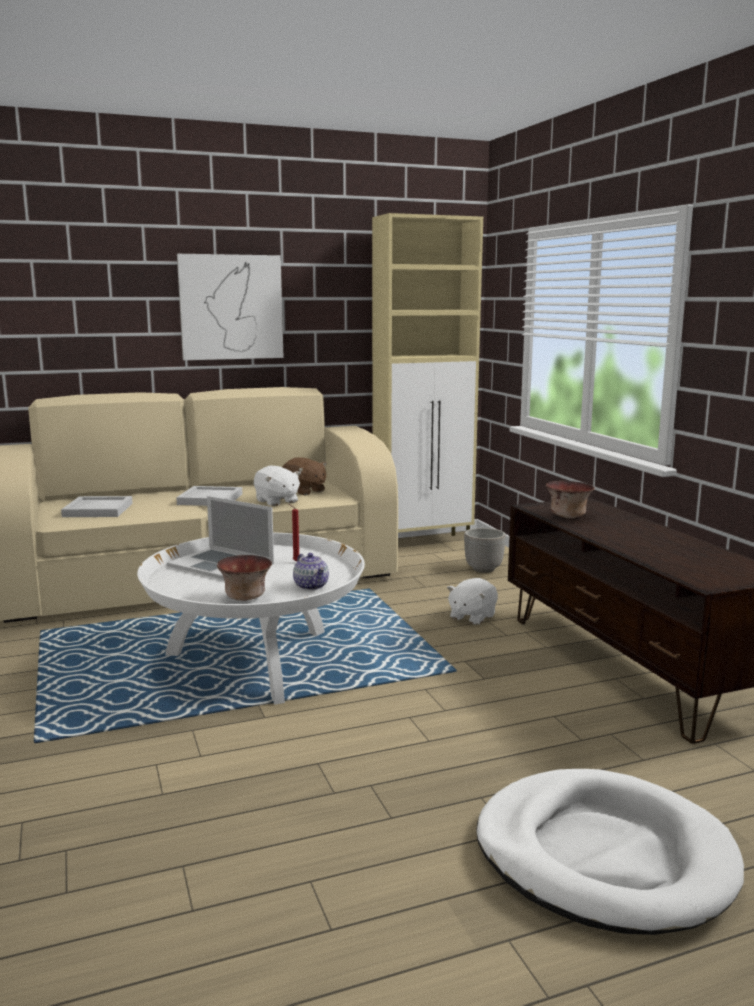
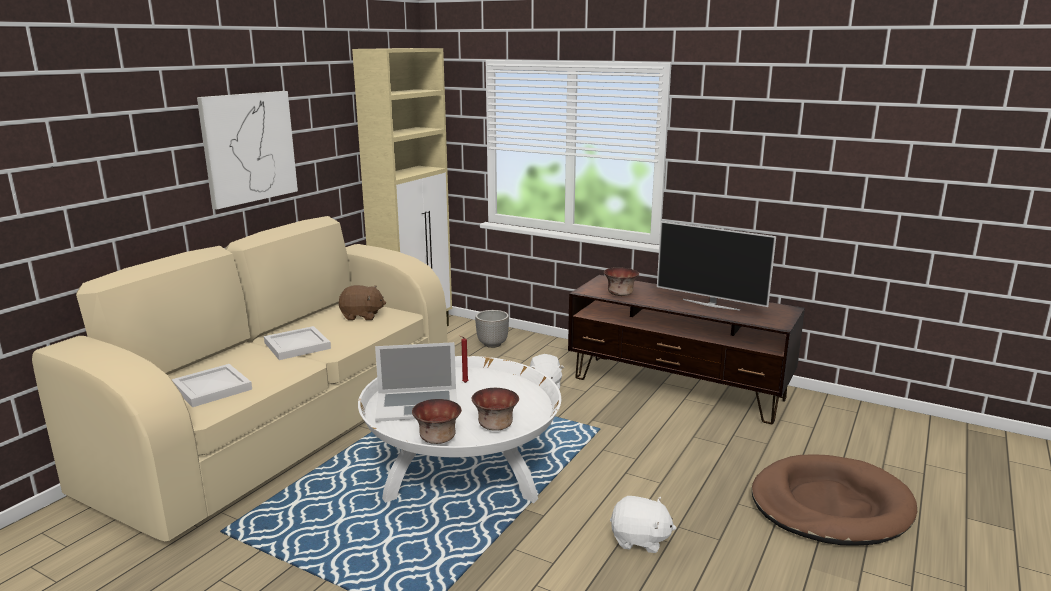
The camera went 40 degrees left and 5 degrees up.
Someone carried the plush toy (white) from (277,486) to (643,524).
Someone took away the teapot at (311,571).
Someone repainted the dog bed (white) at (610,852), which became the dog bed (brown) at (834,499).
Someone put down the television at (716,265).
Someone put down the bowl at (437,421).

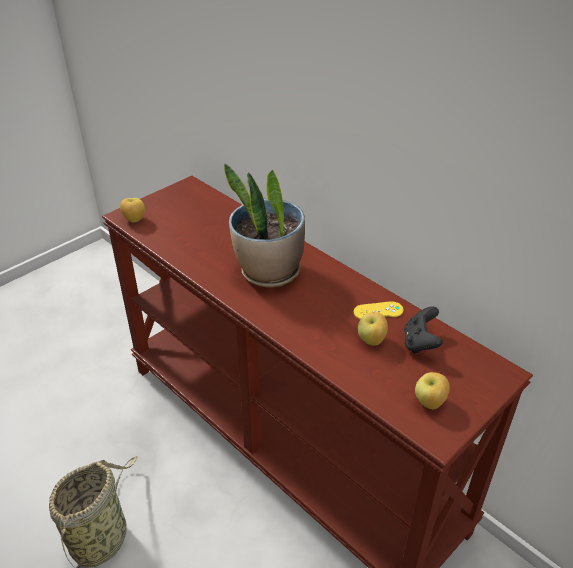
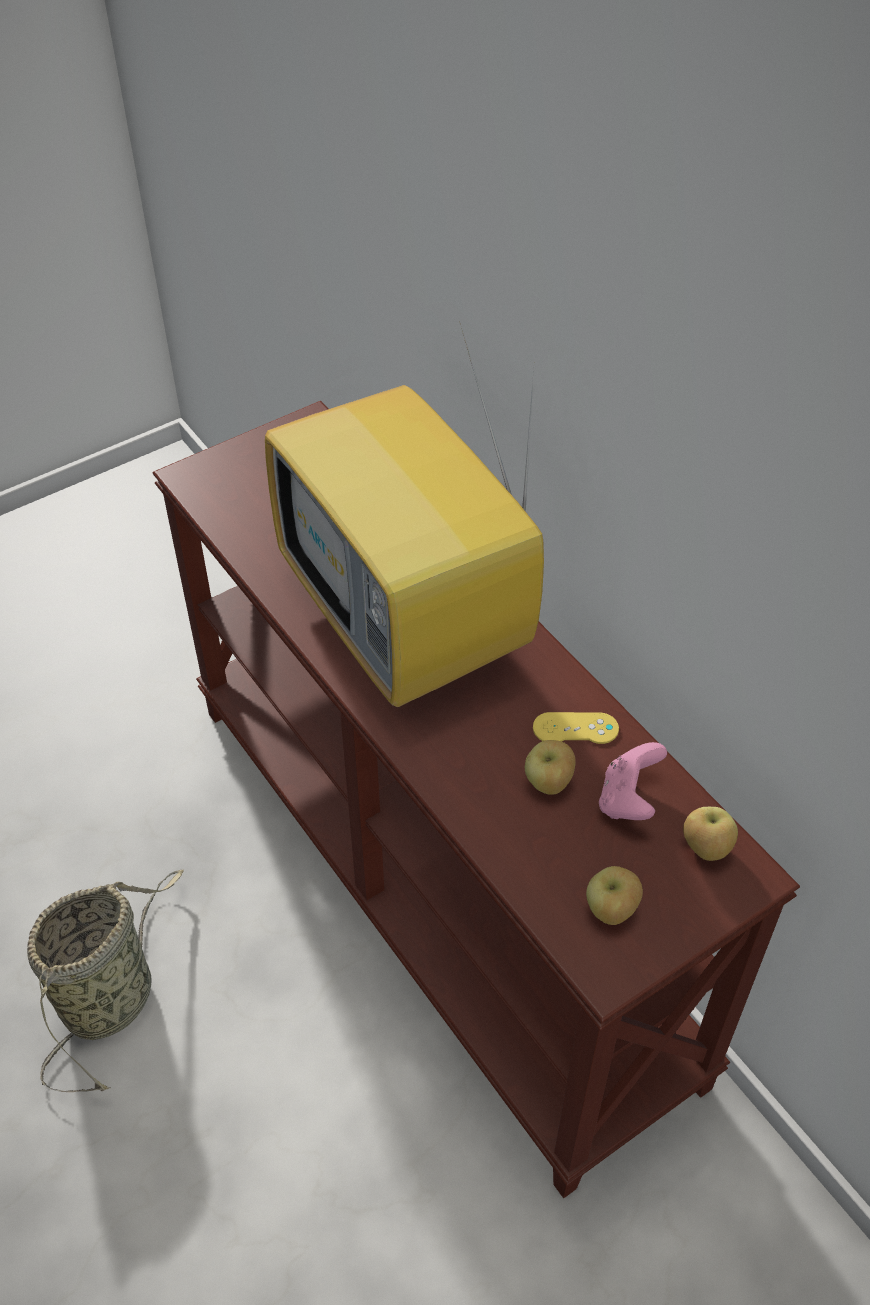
The camera went 10 degrees right and 10 degrees up.
Someone swapped the potted plant at (264,226) for the television at (404,515).
Someone carried the apple from (132,210) to (710,834).
Someone repainted the game controller (black) at (423,330), which became the game controller (pink) at (633,781).

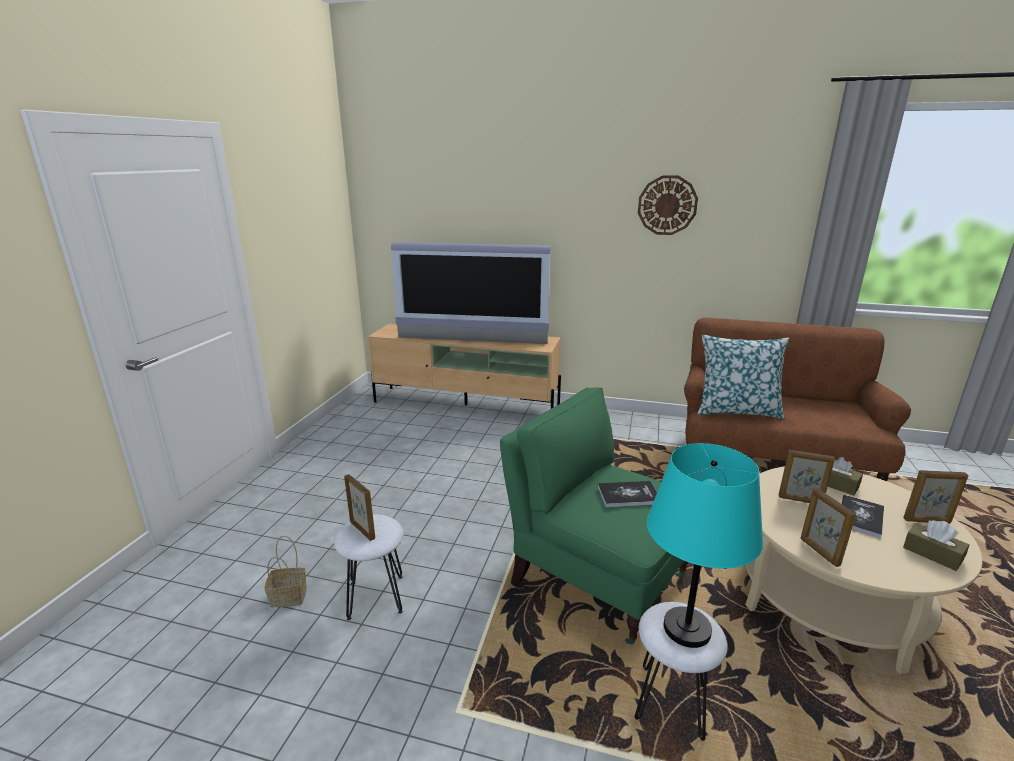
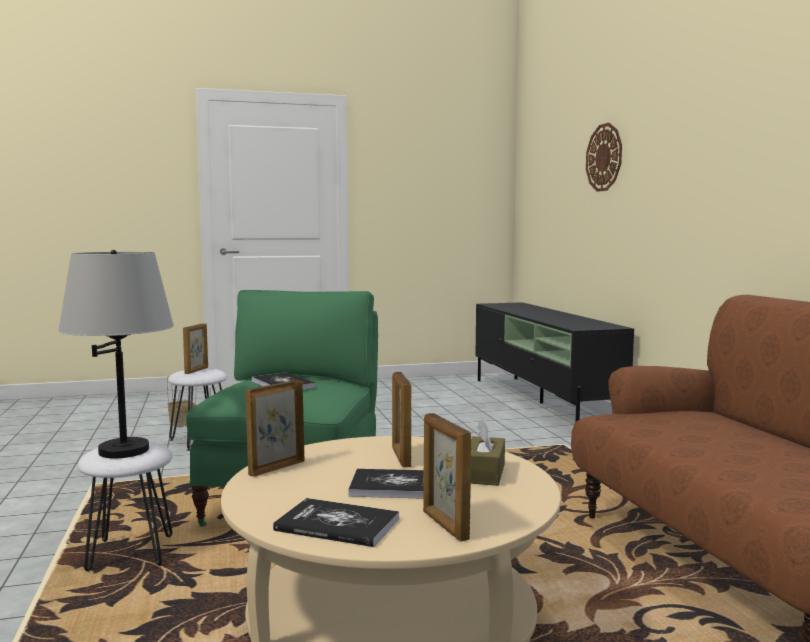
The camera went 60 degrees right and 15 degrees down.
Someone carried the wall clock from (668,205) to (604,157).
Someone took away the television at (470,293).
Someone repainted the tv stand (beige) at (464,366), which became the tv stand (black) at (554,362).
Someone took away the pillow at (743,377).
Someone repainted the table lamp (turquoise) at (705,545), which became the table lamp (grey) at (116,354).
Someone swapped the tissue box (brown) at (936,545) for the book at (336,522).

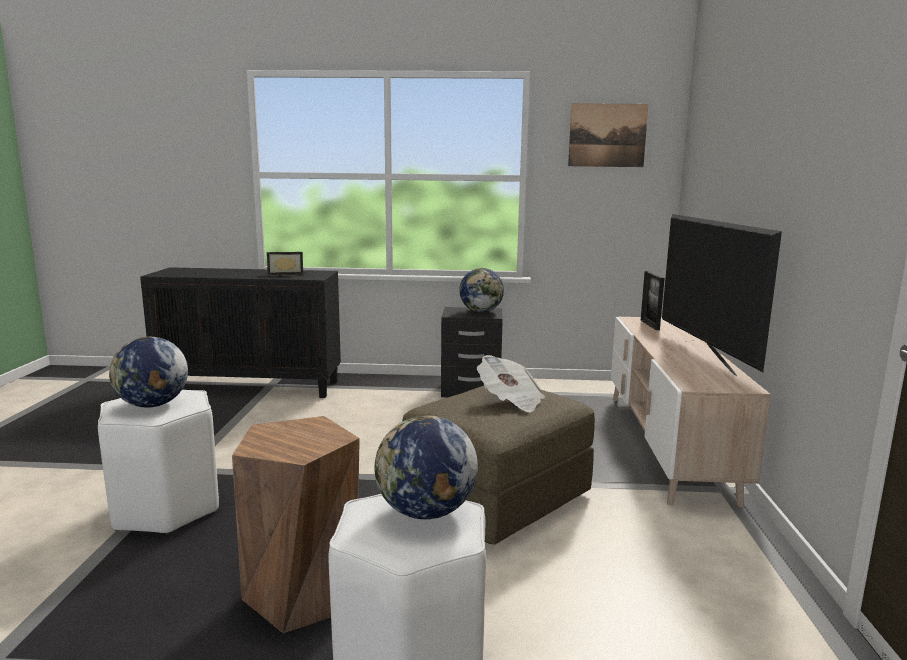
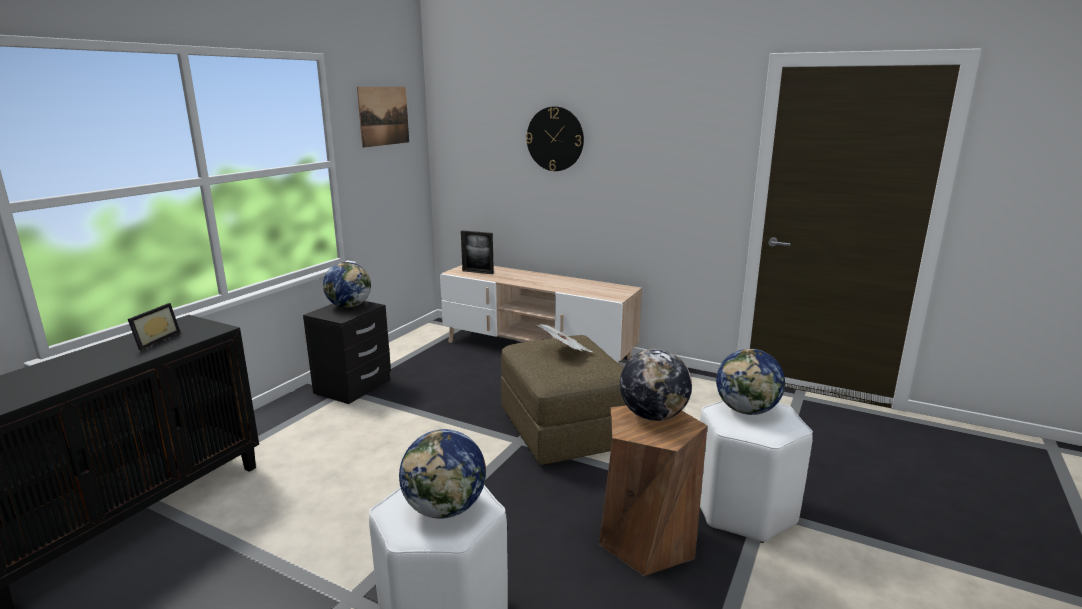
The camera went 65 degrees left and 5 degrees up.
Someone took away the television at (722,295).
Someone put up the wall clock at (555,138).
Someone put down the globe at (656,385).

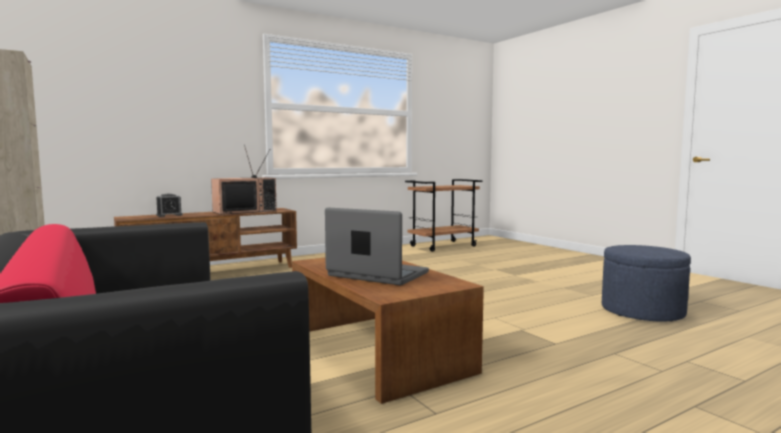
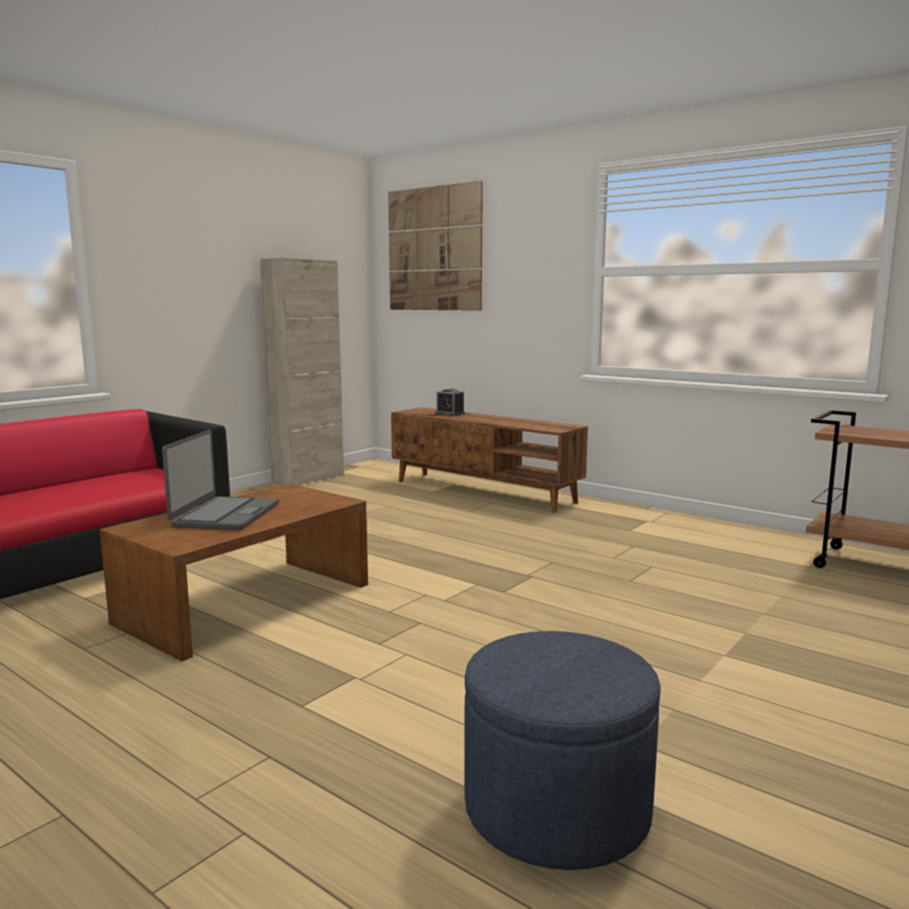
The camera went 70 degrees right and 5 degrees up.
Someone took away the television at (244,180).
Someone put up the picture at (435,246).

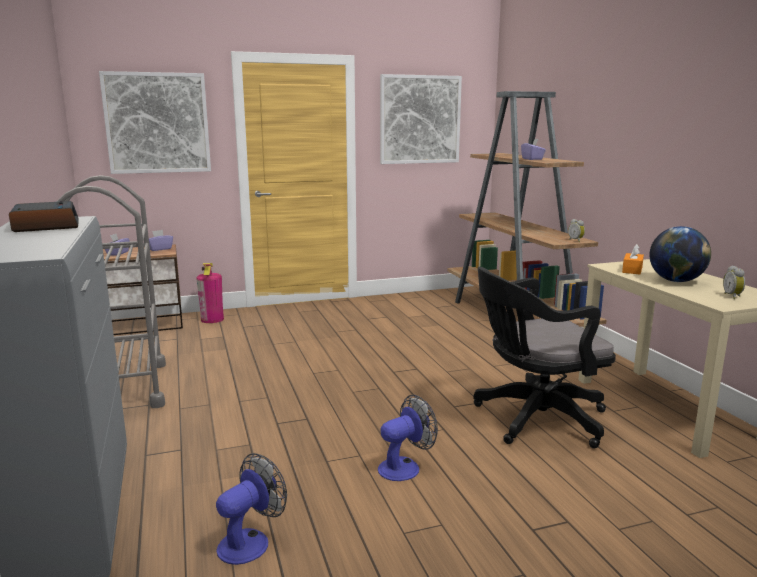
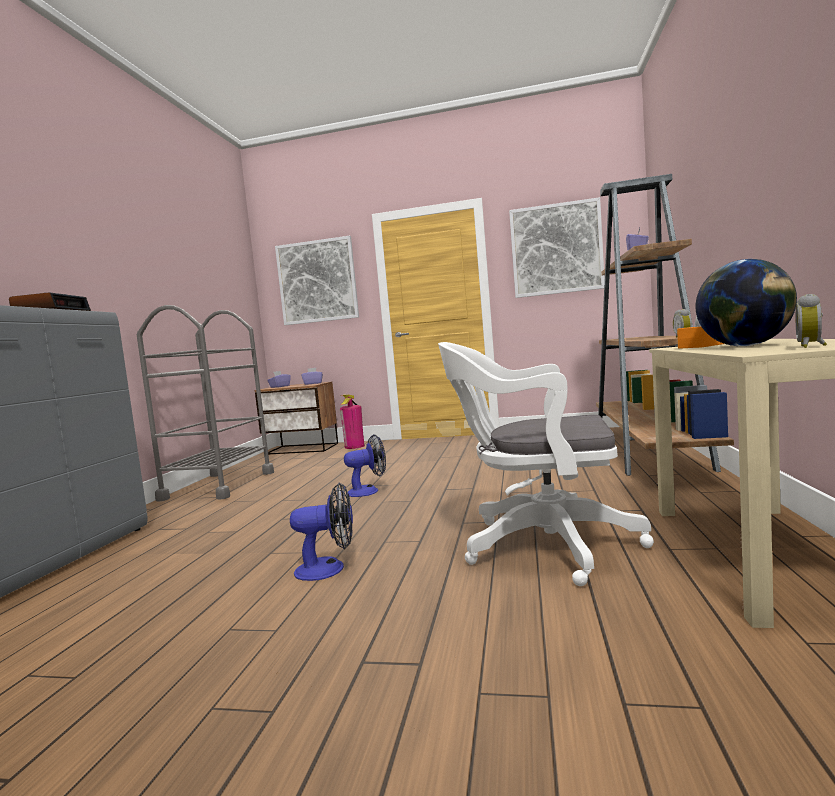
The camera went 30 degrees right and 10 degrees down.
Someone repainted the office chair (black) at (544,358), which became the office chair (white) at (546,464).
Someone carried the fan from (251,509) to (365,465).

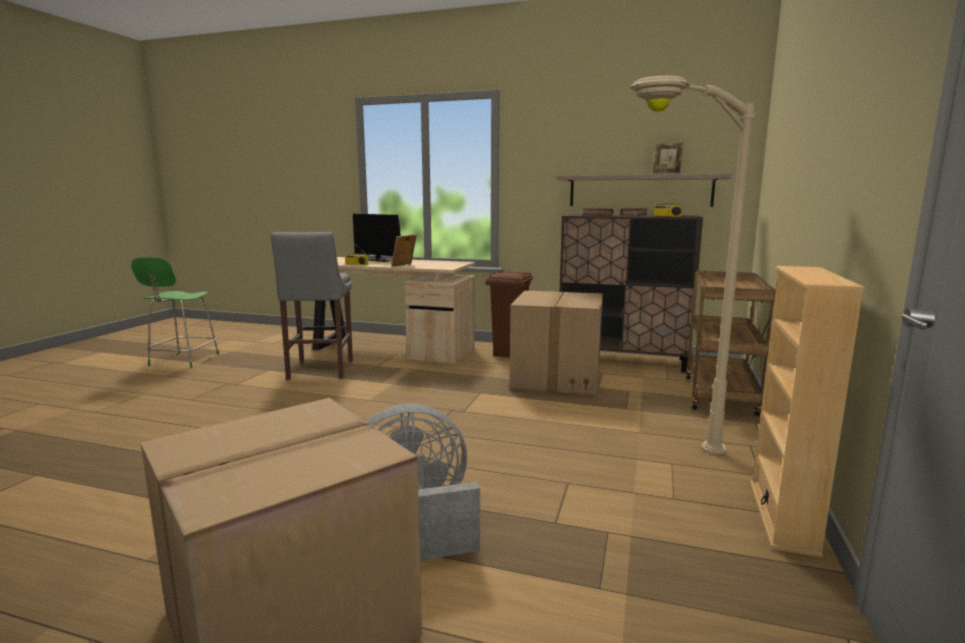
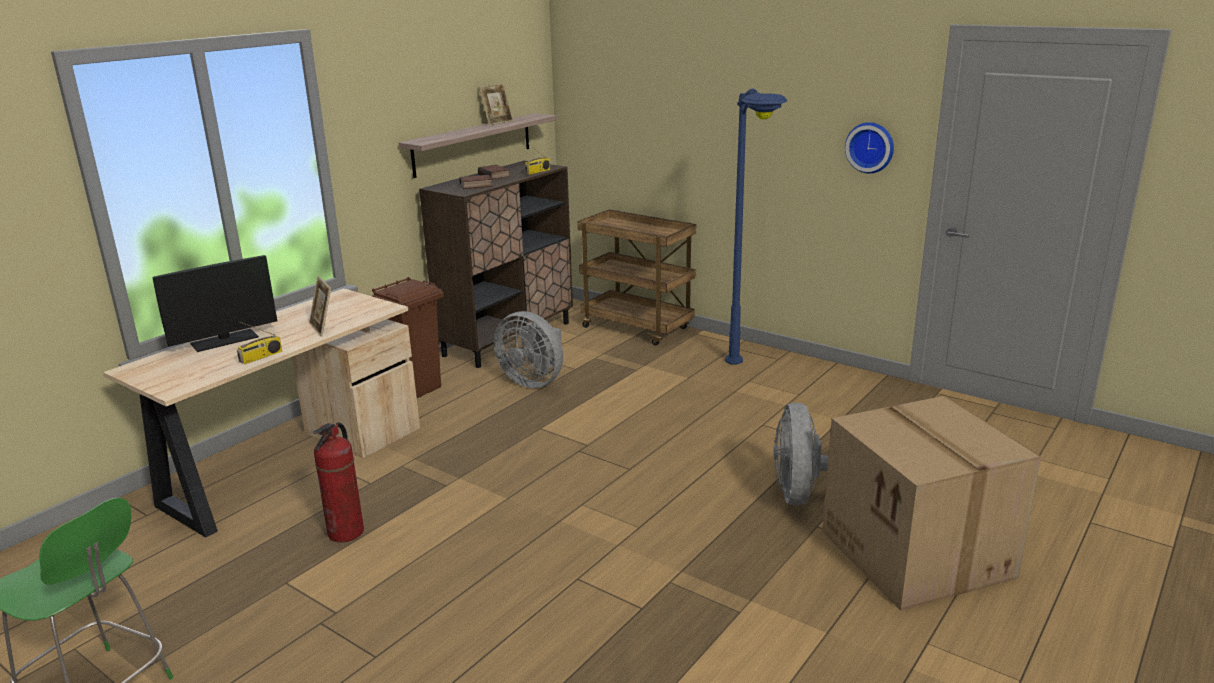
The camera went 70 degrees left and 10 degrees up.
Someone repainted the floor lamp (beige) at (693,265), which became the floor lamp (blue) at (756,226).
Someone swapped the stool (grey) at (312,306) for the fire extinguisher at (339,483).
Someone took away the bookcase (beige) at (807,412).
Someone swapped the cardboard box at (556,343) for the fan (grey) at (528,349).
Someone put up the wall clock at (869,147).

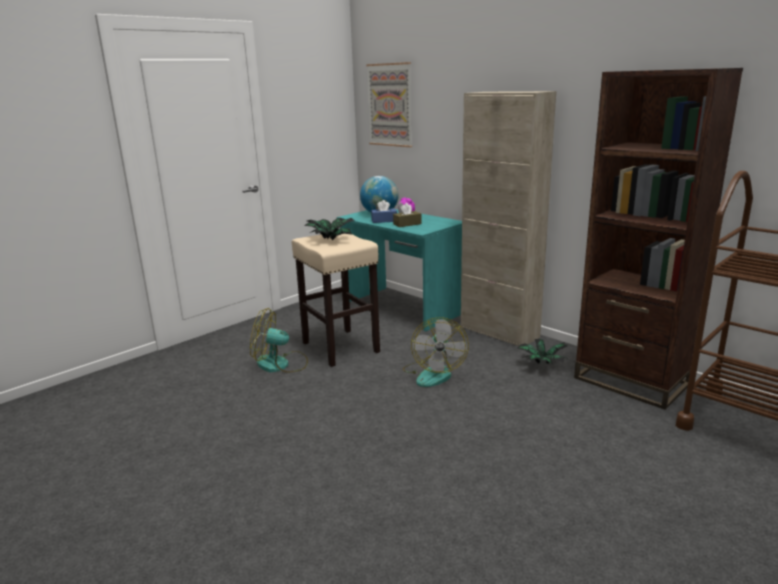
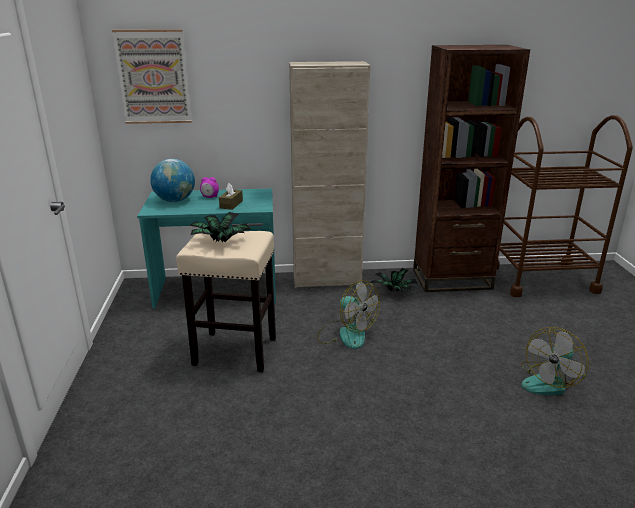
The camera went 50 degrees left and 5 degrees up.
Someone took away the tissue box (blue) at (384,211).
Someone carried the fan from (279,340) to (555,361).

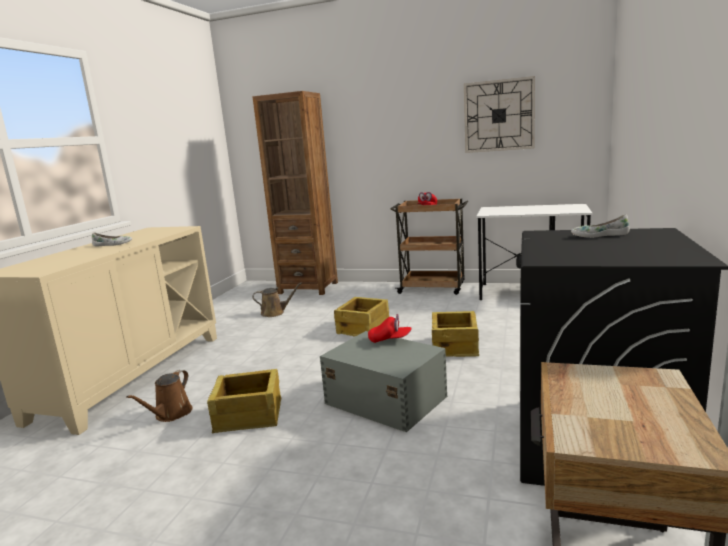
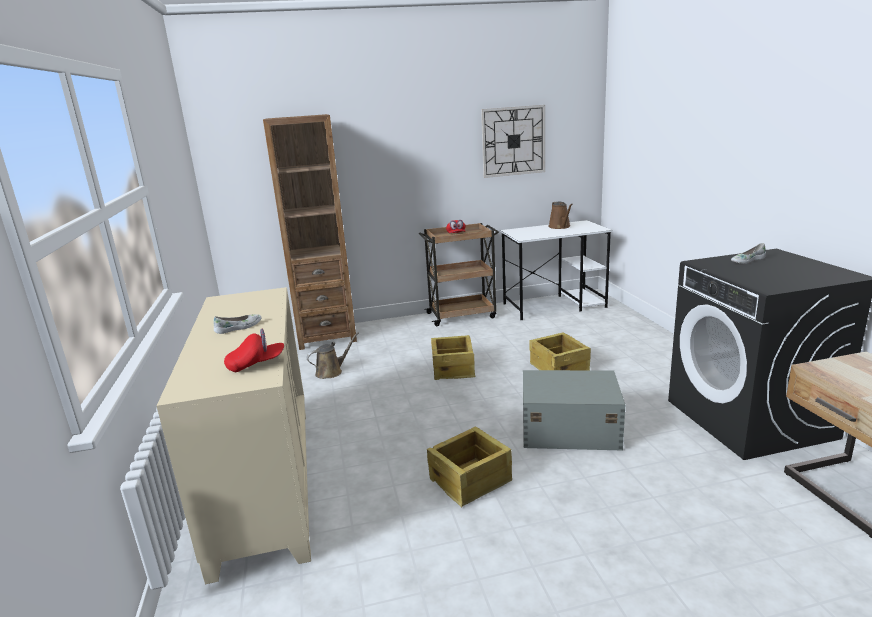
The camera went 30 degrees left and 5 degrees up.
Someone carried the cap (red) from (390,328) to (254,350).
Someone carried the watering can (brown) from (159,396) to (561,215).

